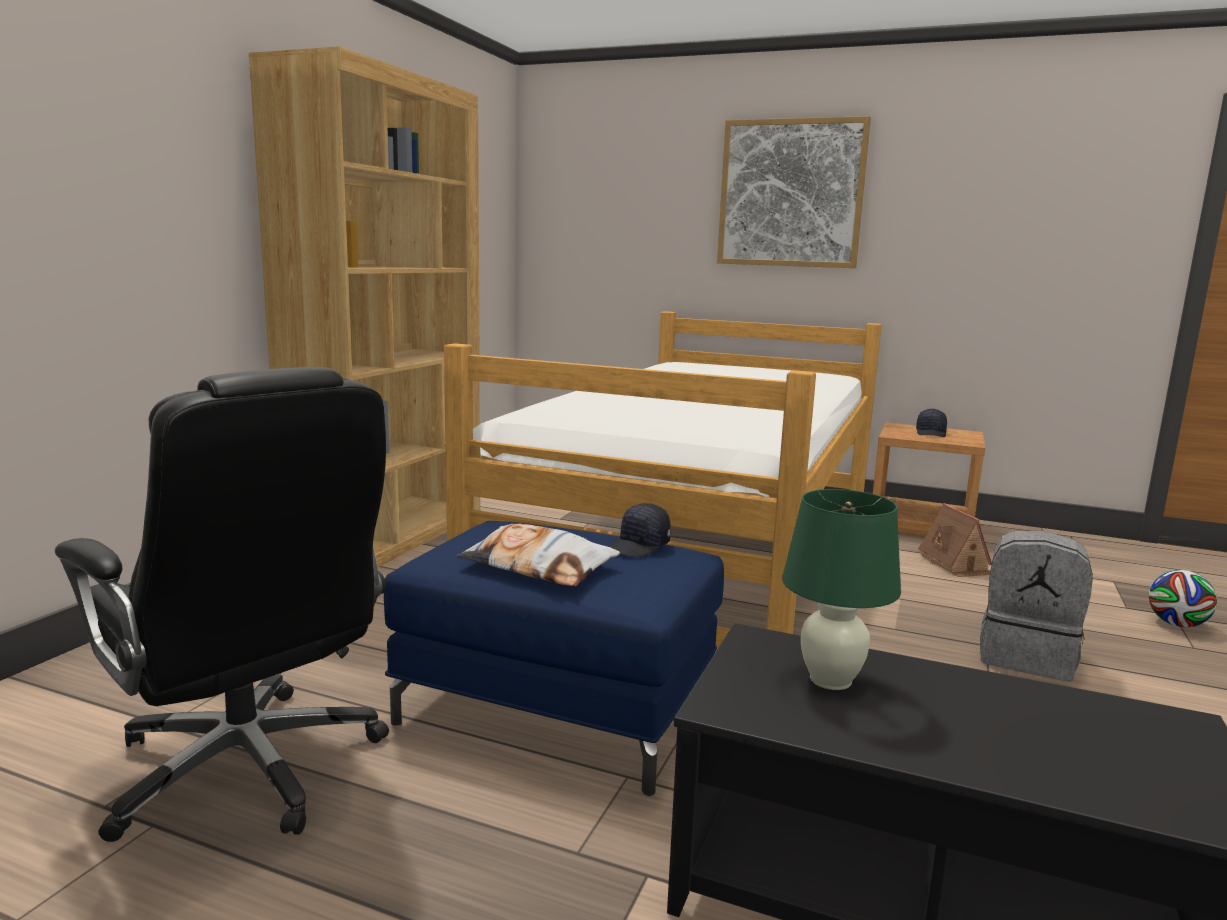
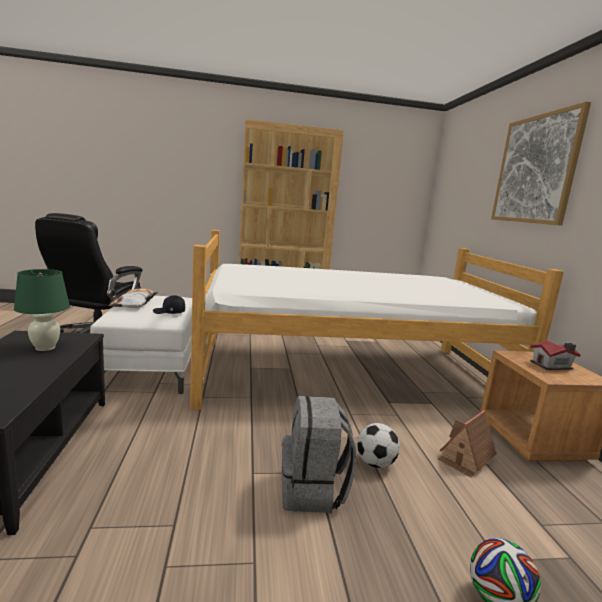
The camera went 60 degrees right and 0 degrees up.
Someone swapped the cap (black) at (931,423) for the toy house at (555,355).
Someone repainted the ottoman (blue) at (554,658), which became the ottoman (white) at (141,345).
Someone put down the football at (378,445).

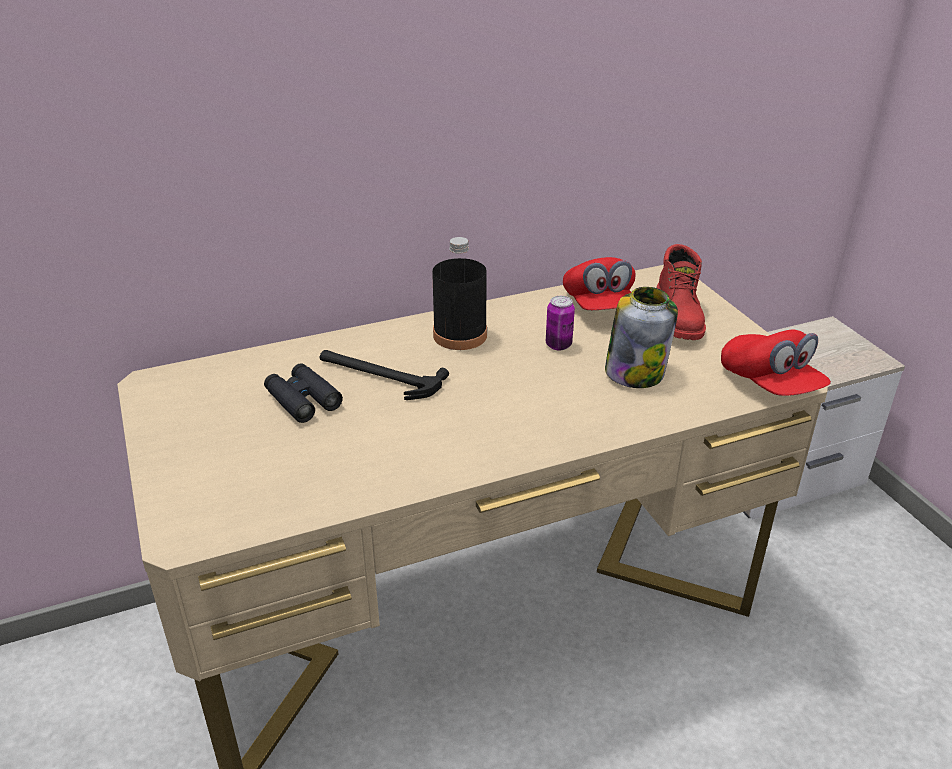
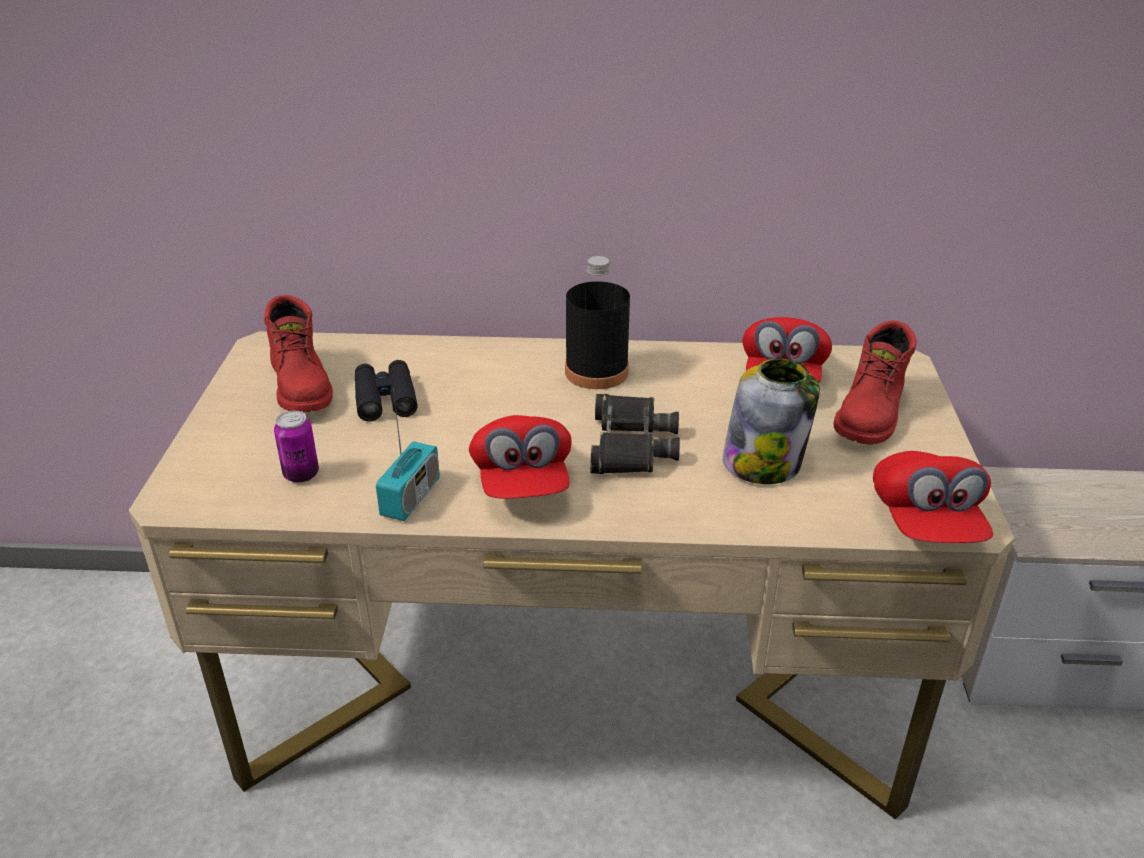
The camera went 25 degrees right and 0 degrees up.
Someone carried the can from (560,323) to (296,447).
Someone took away the hammer at (384,375).
Someone put down the boot (red) at (298,353).
Someone put down the radio at (408,455).
Someone put down the binoculars (black) at (635,434).
Someone put down the cap (red) at (520,457).

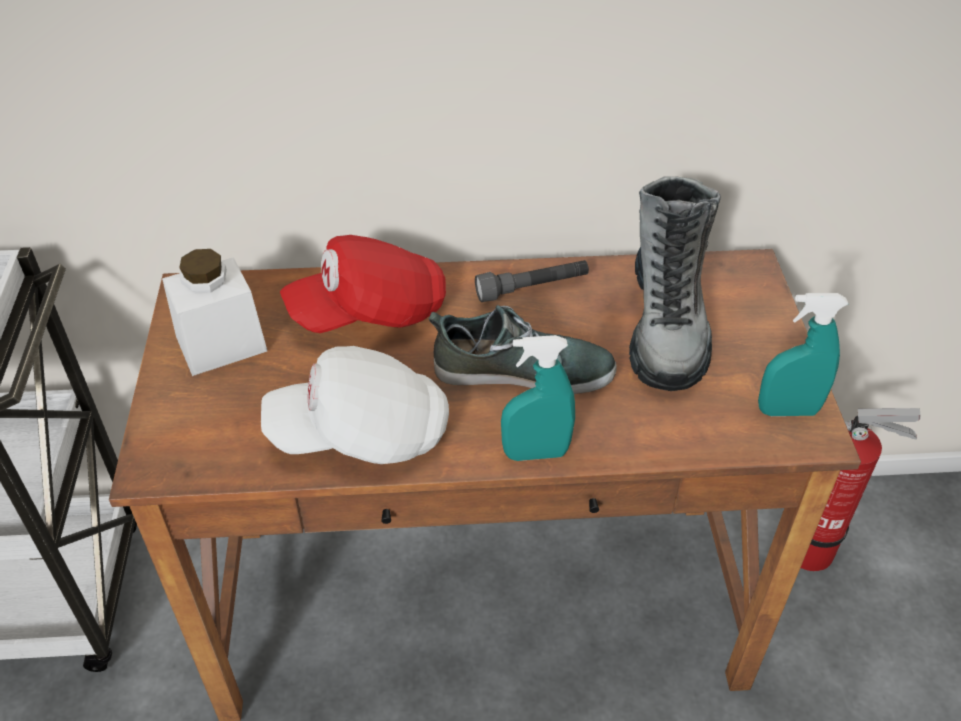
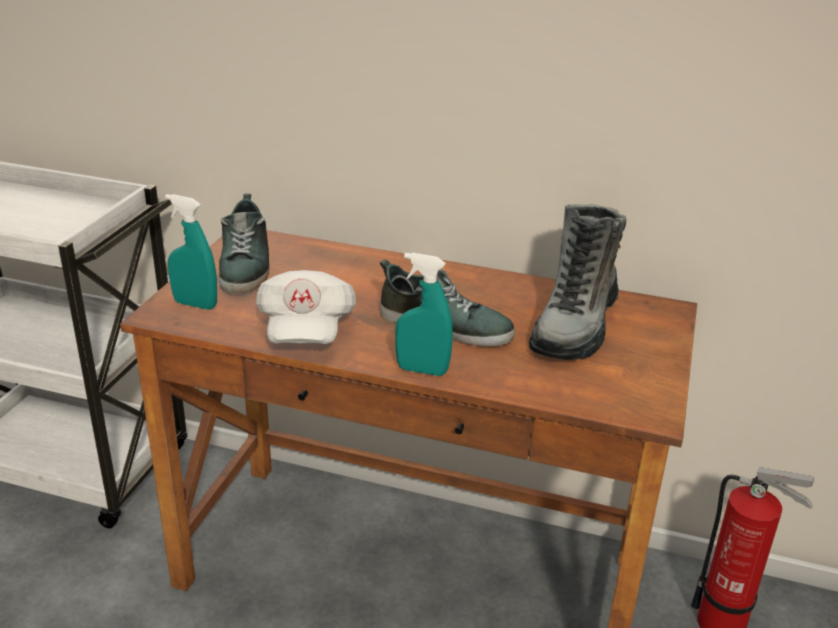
The camera went 20 degrees right and 15 degrees down.
Someone took away the cap (red) at (363,284).
Someone swapped the jar (white) at (214,312) for the shoe at (244,243).
Someone took away the flashlight (grey) at (532,281).
Someone carried the spray bottle (turquoise) from (803,354) to (191,252).
Someone rotated the cap (white) at (355,405) by 105 degrees counterclockwise.

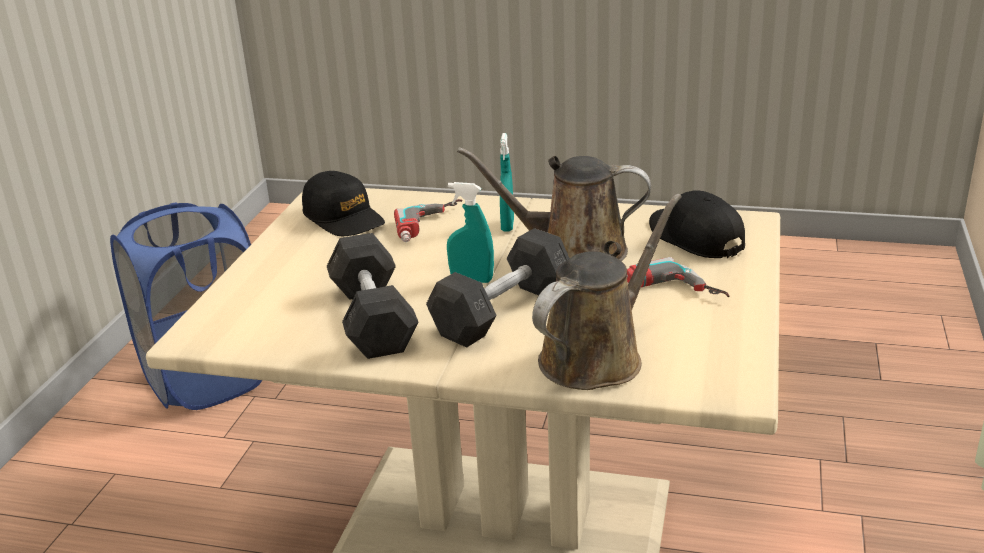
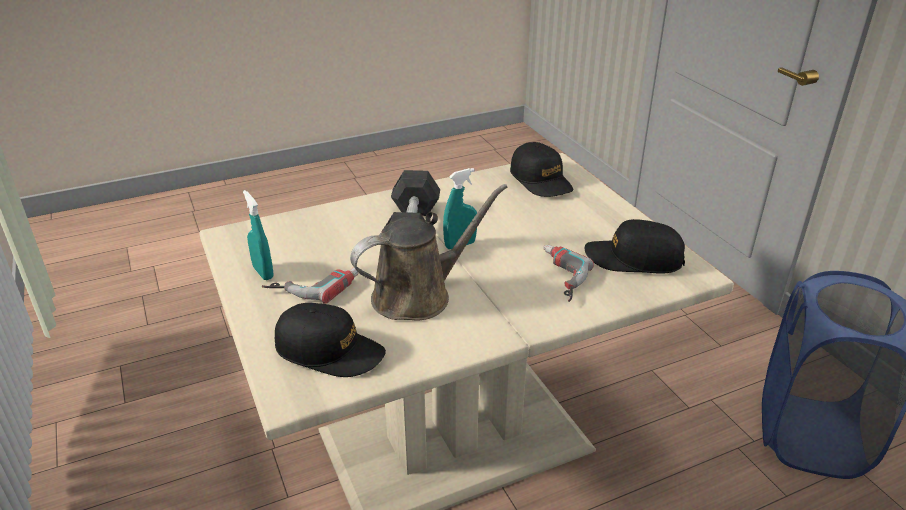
The camera went 140 degrees right and 5 degrees up.
Someone carried the spray bottle (turquoise) from (507,182) to (258,235).
Someone took away the watering can (brown) at (607,292).
Someone took away the dumbbell (grey) at (373,296).
Someone put down the cap (black) at (541,169).

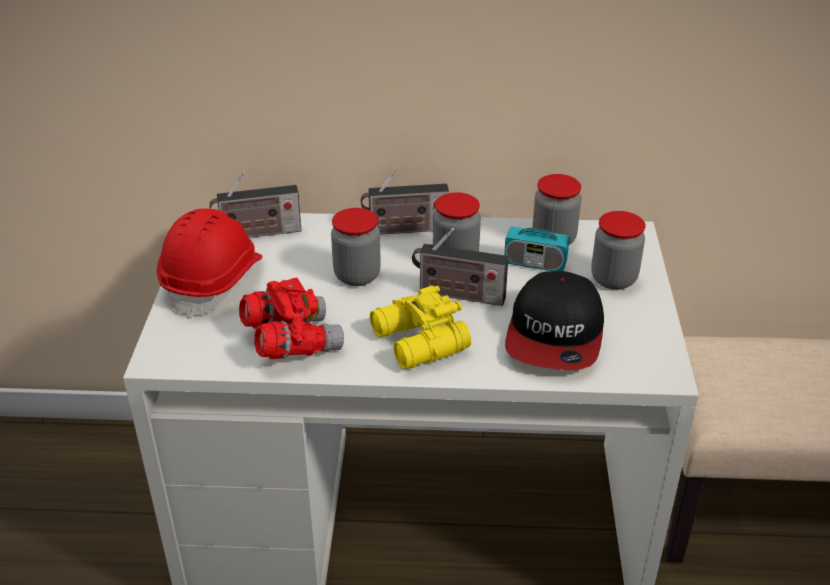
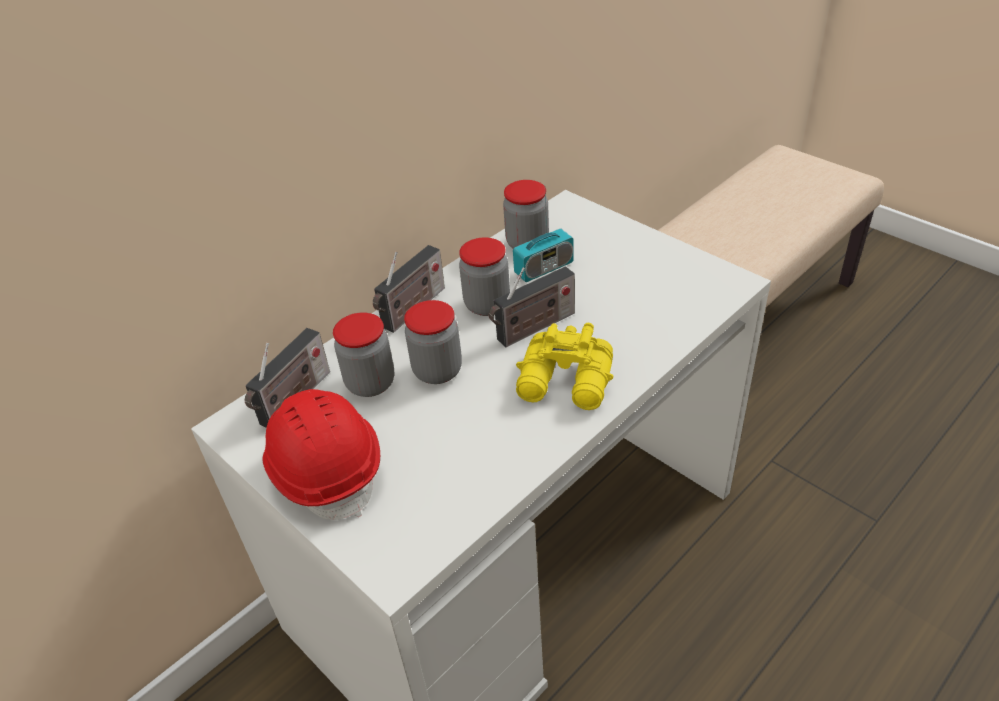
The camera went 45 degrees left and 5 degrees up.
Someone carried the jar from (618,250) to (363,354).
Someone took away the cap at (554,320).
Someone took away the binoculars (red) at (291,318).

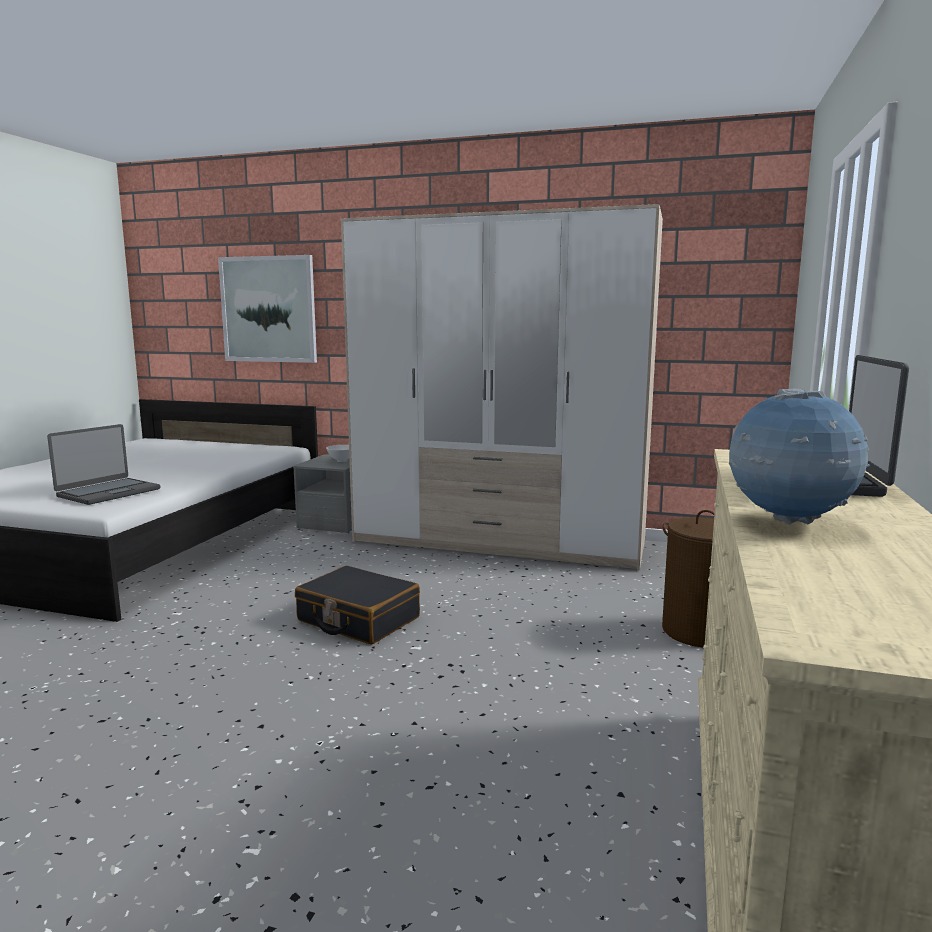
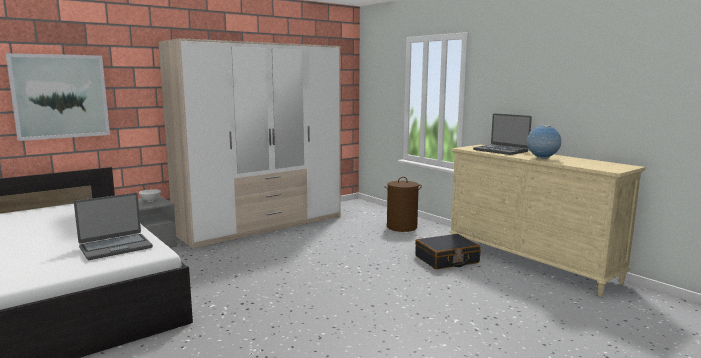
The camera went 55 degrees left and 0 degrees up.
Someone rotated the laptop at (104,464) by 75 degrees clockwise.
Someone carried the suitcase (black) from (357,605) to (447,251).

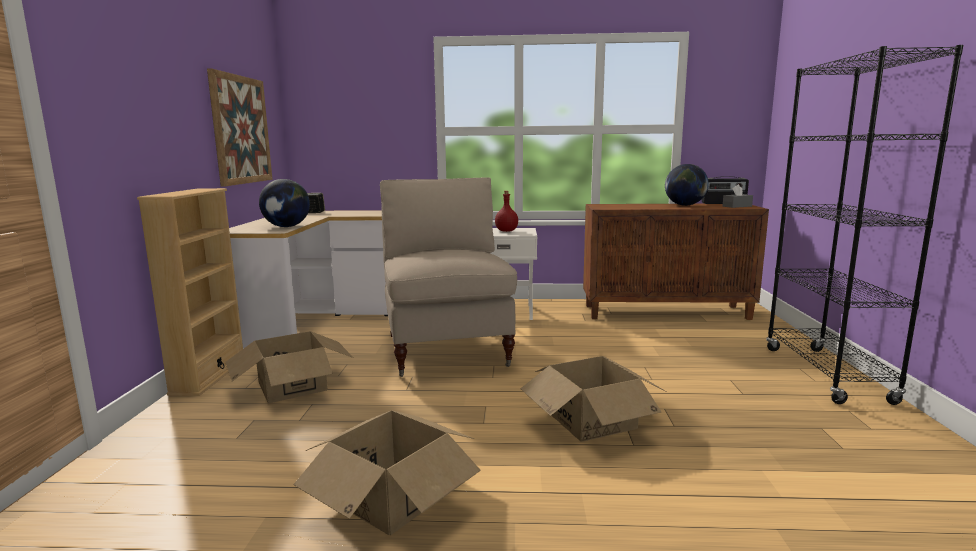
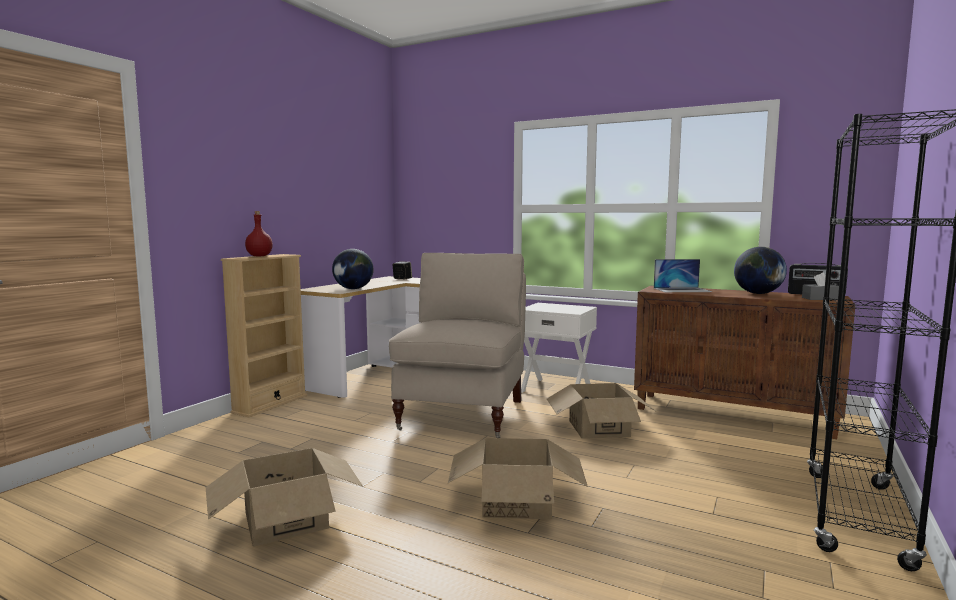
The camera went 25 degrees right and 5 degrees down.
Someone took away the picture at (240,127).
Someone carried the bottle (red) from (506,211) to (259,233).
Someone carried the cardboard box from (289,367) to (602,411).
Someone put down the laptop at (683,275).

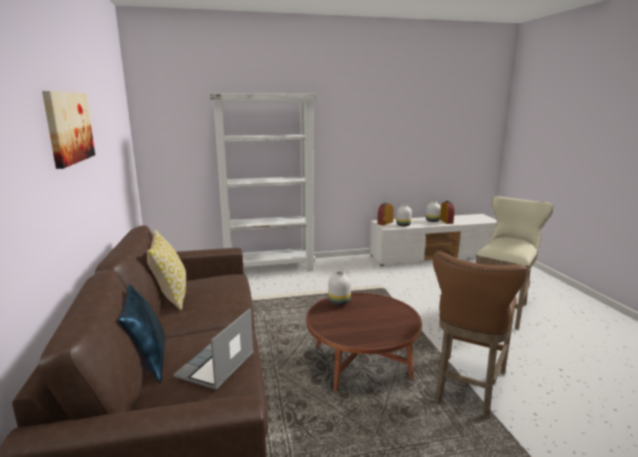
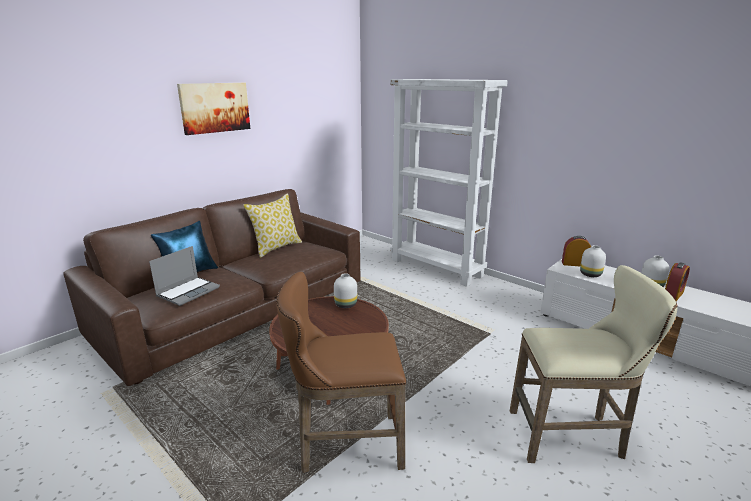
The camera went 55 degrees right and 5 degrees up.
Someone rotated the laptop at (213,349) by 135 degrees clockwise.

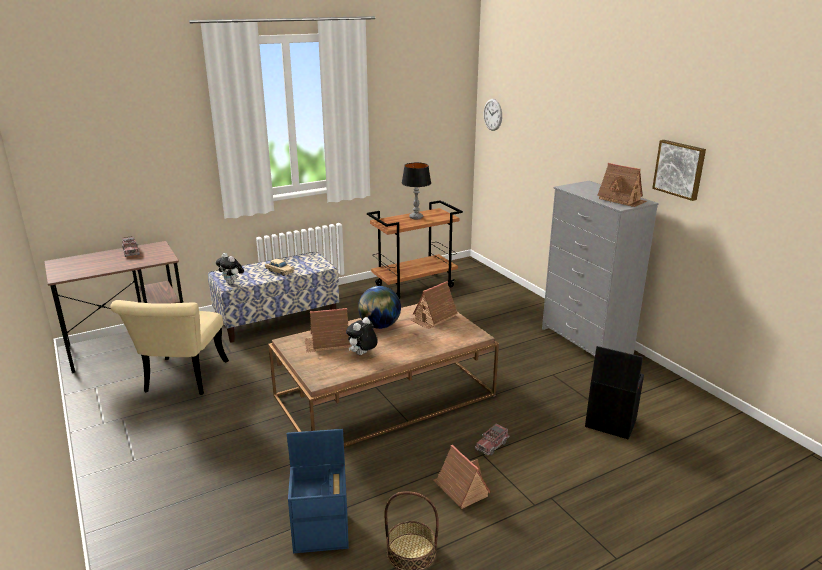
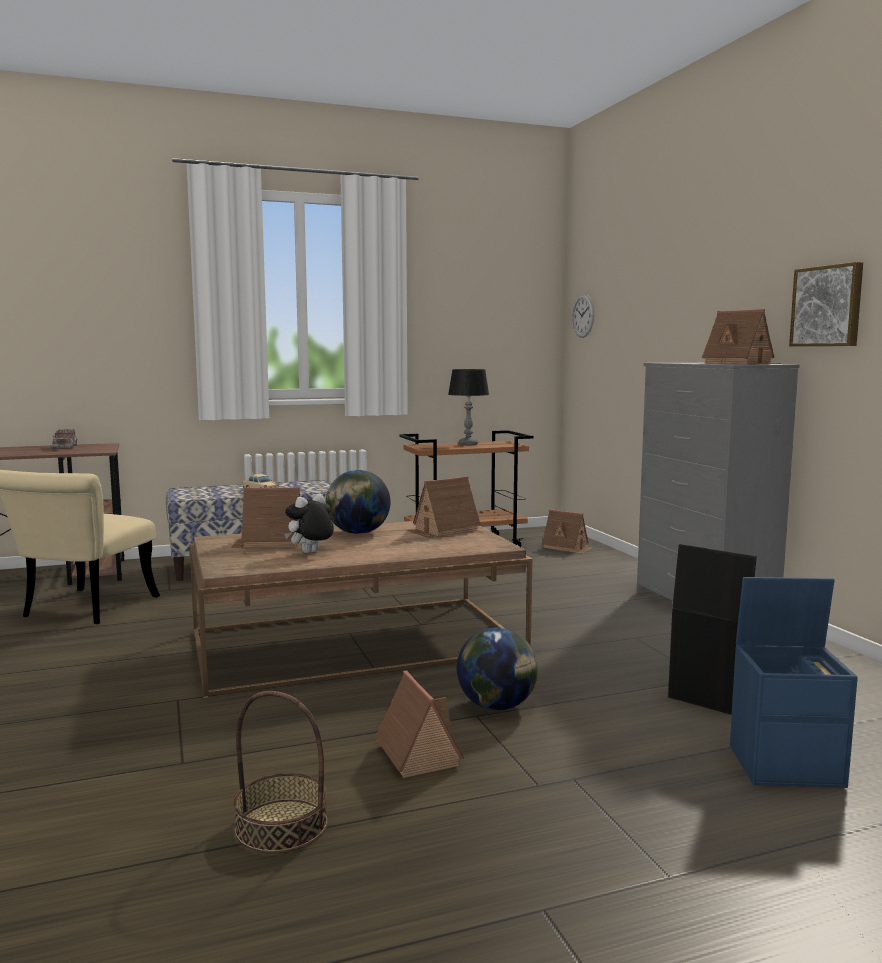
The camera went 10 degrees right and 15 degrees down.
Someone took away the plush toy at (230,268).
Someone swapped the toy truck at (492,439) for the globe at (497,669).
Someone carried the storage box (blue) from (318,491) to (794,682).
Someone put down the toy house at (568,531).

